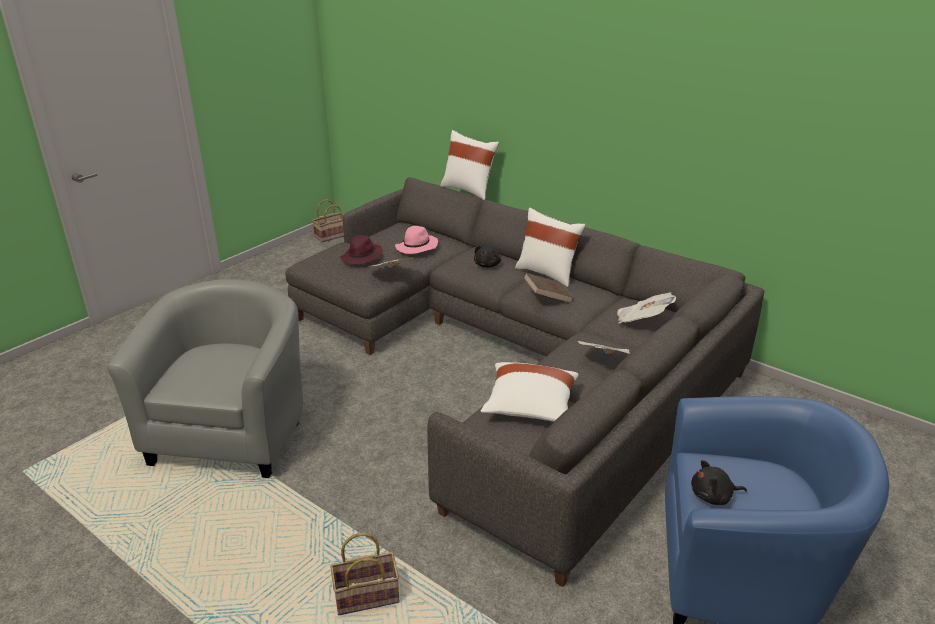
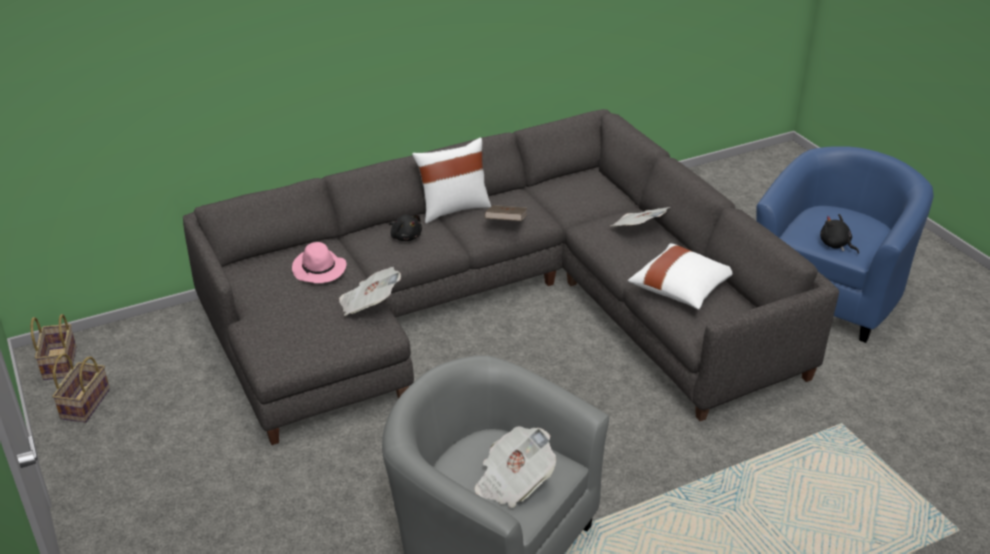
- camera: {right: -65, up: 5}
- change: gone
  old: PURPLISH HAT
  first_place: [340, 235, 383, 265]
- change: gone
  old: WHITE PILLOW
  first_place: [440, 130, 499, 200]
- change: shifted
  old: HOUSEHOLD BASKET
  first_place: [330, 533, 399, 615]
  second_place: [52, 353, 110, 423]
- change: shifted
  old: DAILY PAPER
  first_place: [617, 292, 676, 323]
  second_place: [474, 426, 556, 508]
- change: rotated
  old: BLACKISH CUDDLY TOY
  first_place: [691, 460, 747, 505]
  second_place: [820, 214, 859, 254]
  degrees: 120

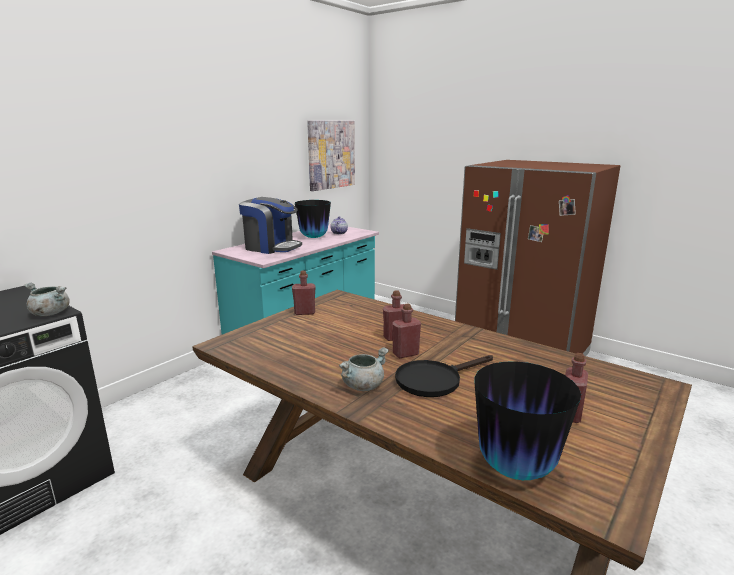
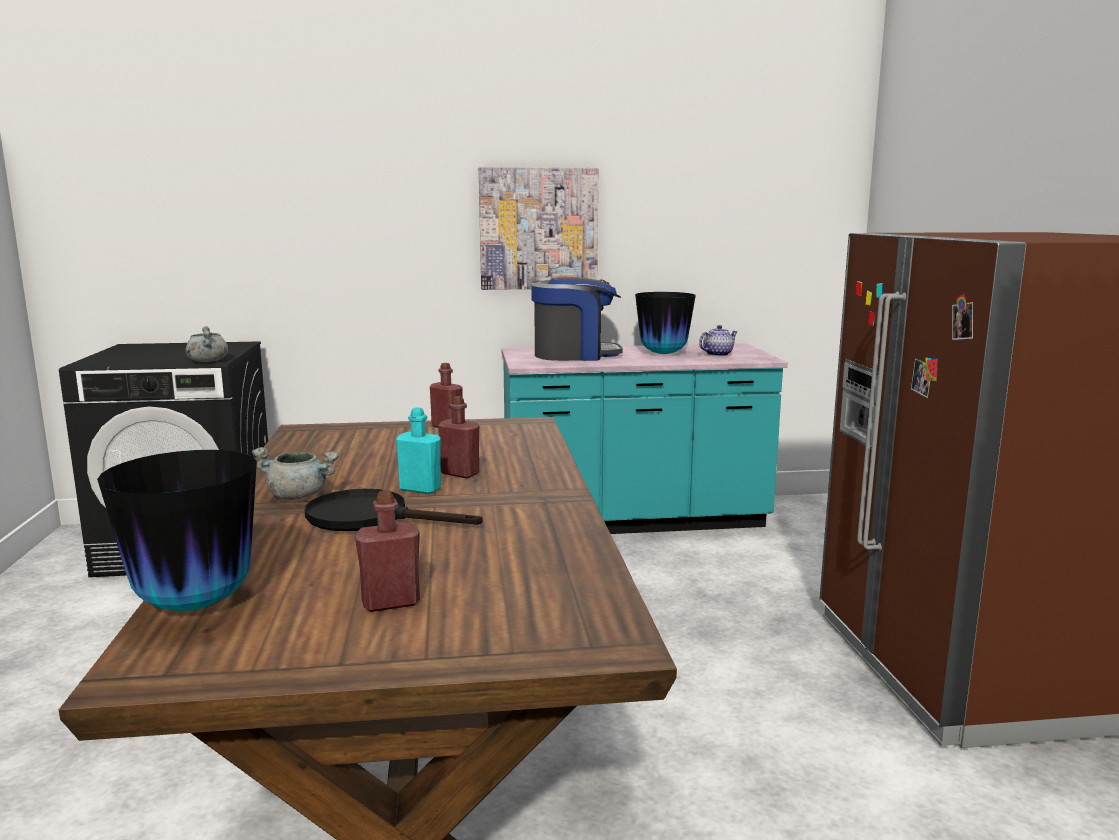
- camera: {right: 45, up: -5}
- change: shifted
  old: WALL ART
  first_place: [307, 120, 355, 191]
  second_place: [479, 167, 598, 290]
- change: repainted
  old: RED DRINK BOTTLE
  new: TURQUOISE DRINK BOTTLE
  first_place: [393, 304, 421, 358]
  second_place: [396, 407, 441, 494]
- change: rotated
  old: COFFEE MACHINE
  first_place: [239, 197, 302, 254]
  second_place: [531, 277, 622, 361]
  degrees: -75

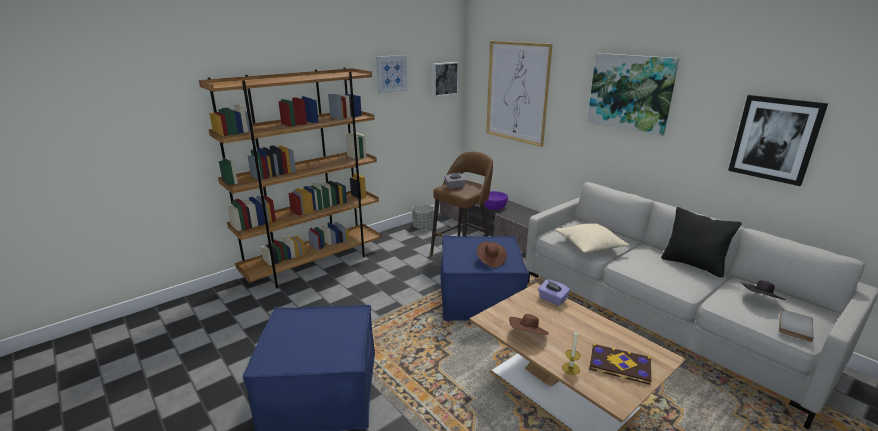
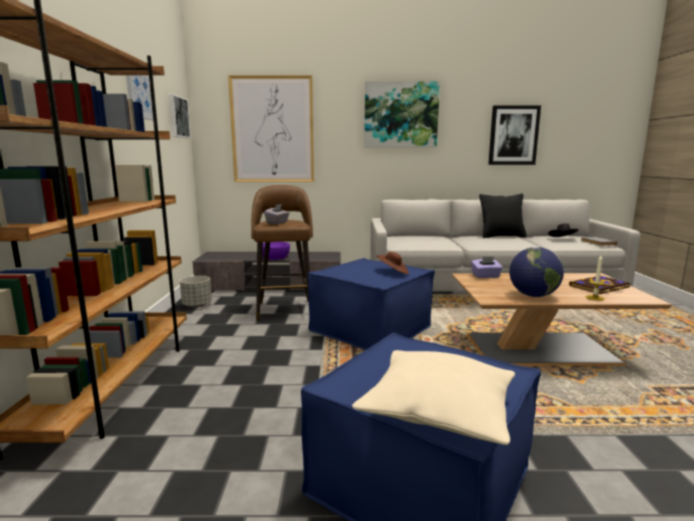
- camera: {right: -50, up: -10}
- change: shifted
  old: SAND-COLOURED PILLOW
  first_place: [555, 223, 629, 253]
  second_place: [352, 350, 515, 445]
- change: swapped
  old: BROWNISH HAT
  new: WORLD GLOBE
  first_place: [509, 314, 549, 335]
  second_place: [509, 247, 564, 297]

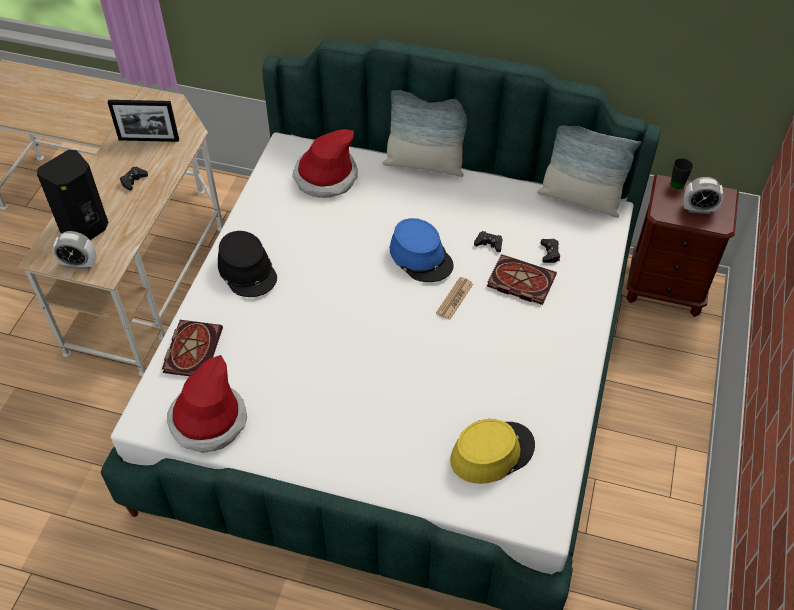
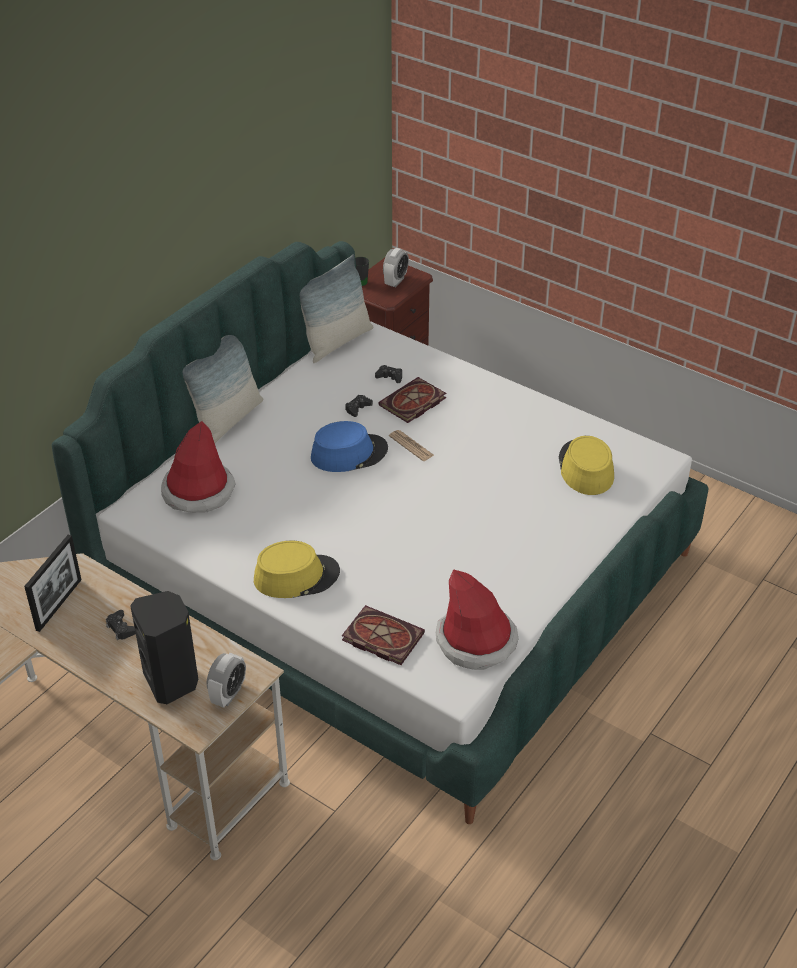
- camera: {right: -70, up: -10}
- change: repainted
  old: BLACKISH HAT
  new: YELLOWISH HAT
  first_place: [218, 231, 277, 297]
  second_place: [254, 541, 340, 598]

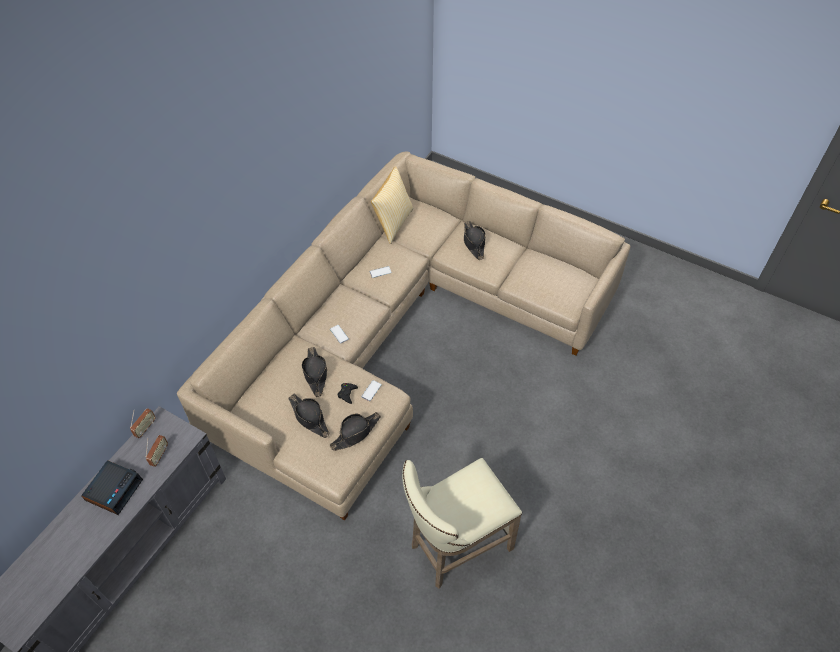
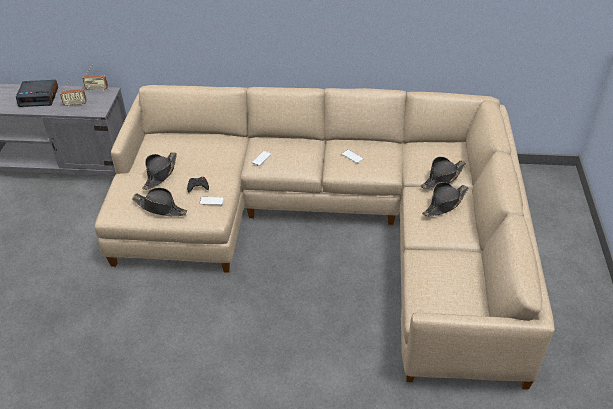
- camera: {right: 65, up: -10}
- change: gone
  old: PILLOW
  first_place: [371, 166, 413, 244]
- change: gone
  old: SAND-COLOURED STOOL
  first_place: [402, 458, 522, 589]
- change: shifted
  old: BLACKISH HAT
  first_place: [302, 347, 328, 397]
  second_place: [420, 157, 466, 189]

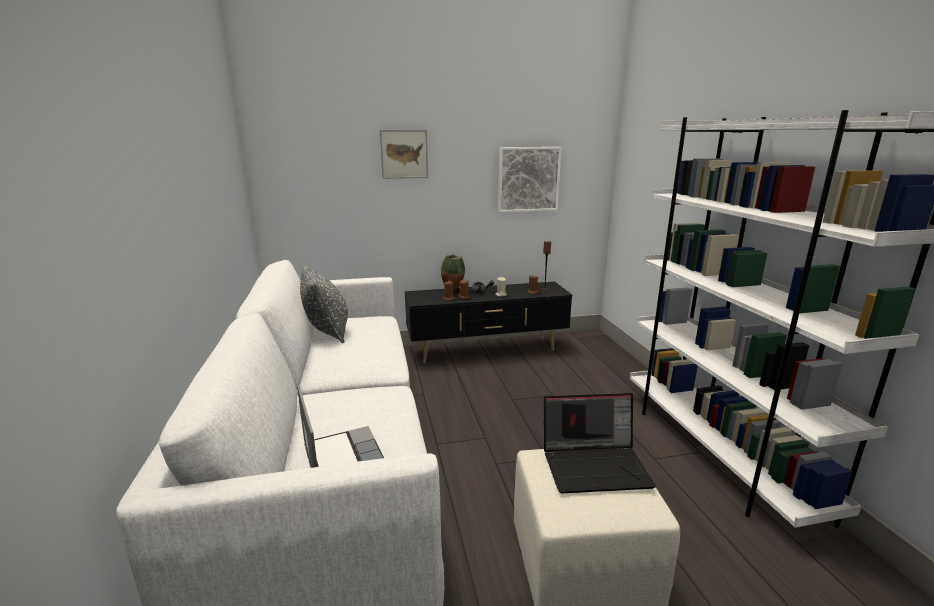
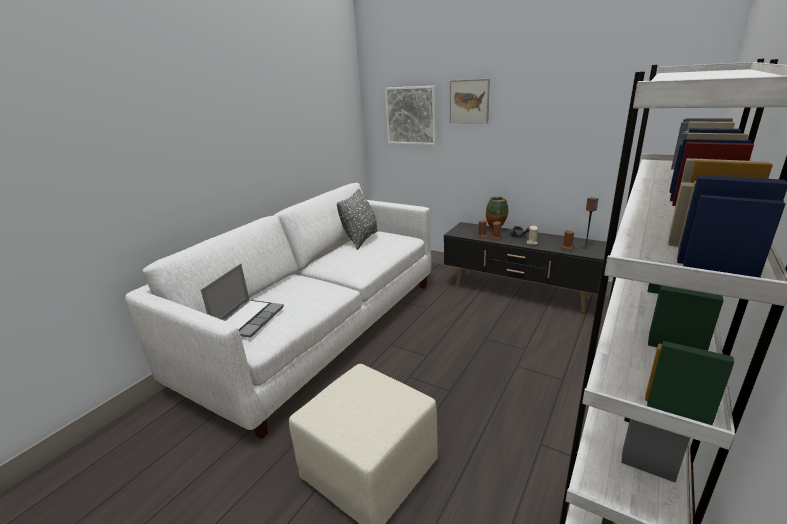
- camera: {right: 45, up: 5}
- change: gone
  old: LAPTOP
  first_place: [544, 393, 656, 493]
- change: shifted
  old: WALL ART
  first_place: [498, 147, 562, 213]
  second_place: [385, 86, 436, 145]

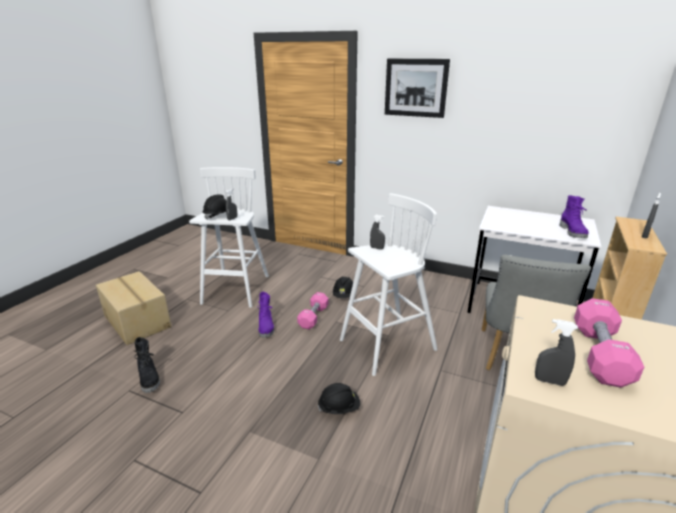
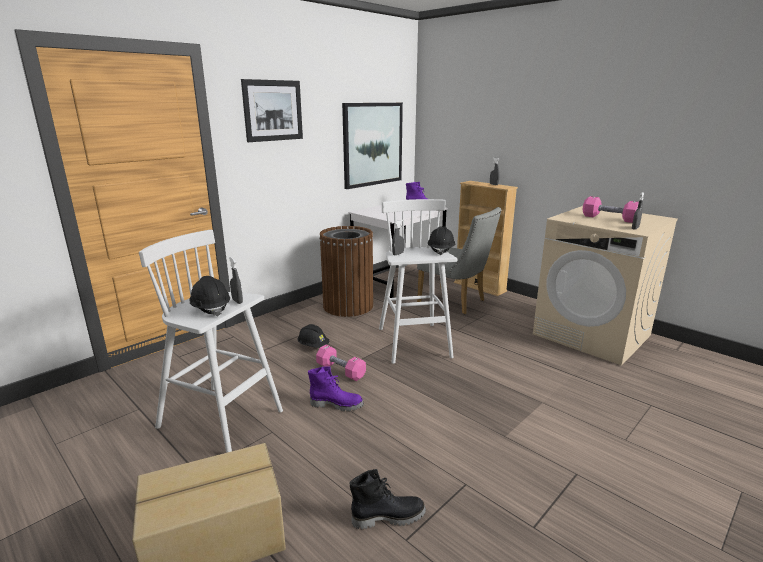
- camera: {right: -70, up: -5}
- change: new
  new: BROWNISH RUBBISH BIN
  second_place: [319, 226, 373, 317]
- change: new
  new: WALL ART
  second_place: [342, 103, 403, 189]
- change: shifted
  old: BLACKISH HARD HAT
  first_place: [318, 383, 360, 414]
  second_place: [428, 226, 455, 256]

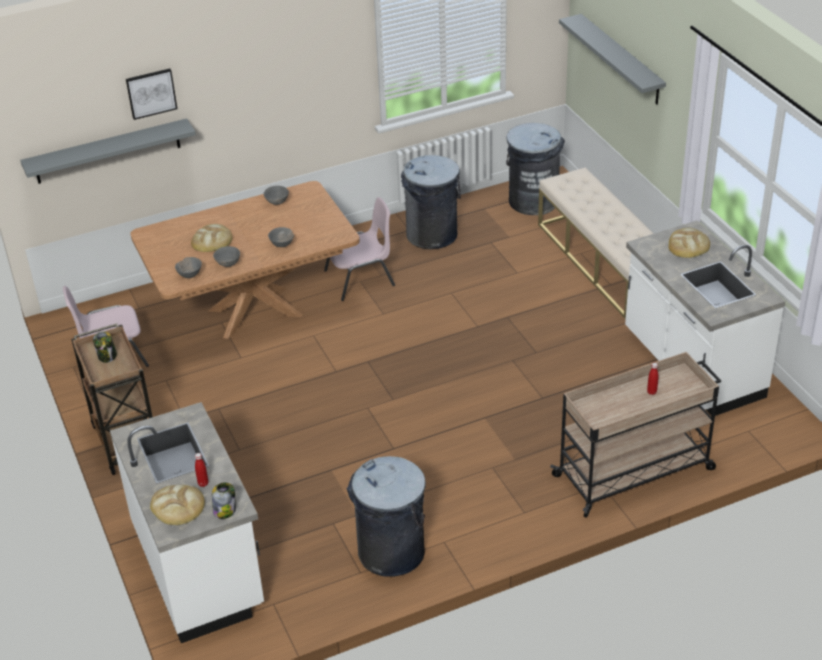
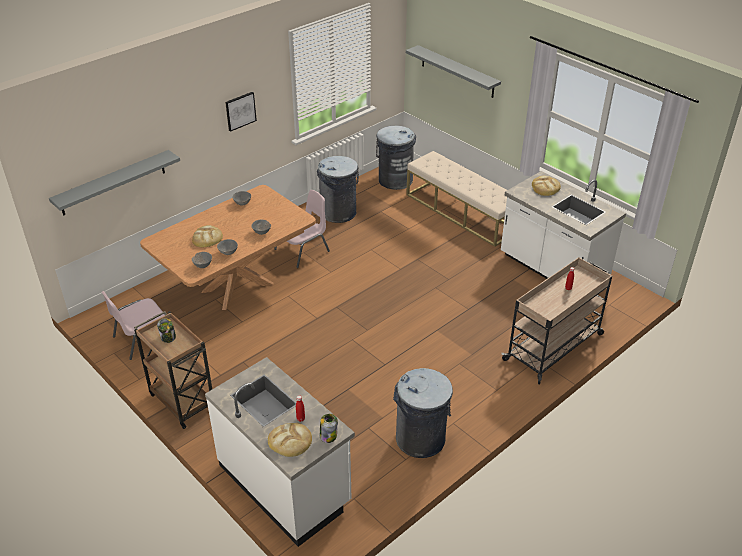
- camera: {right: -20, up: 0}
- change: shifted
  old: WALL ART
  first_place: [126, 69, 178, 120]
  second_place: [225, 92, 257, 132]

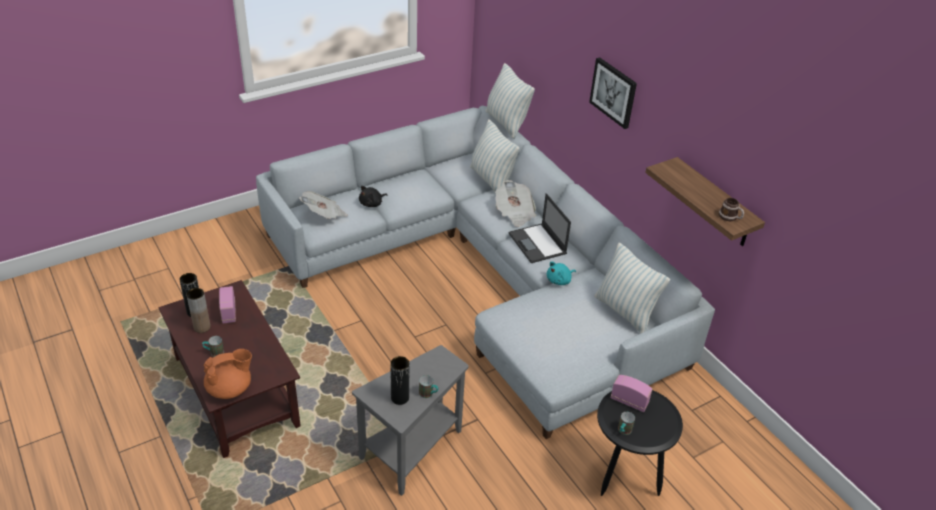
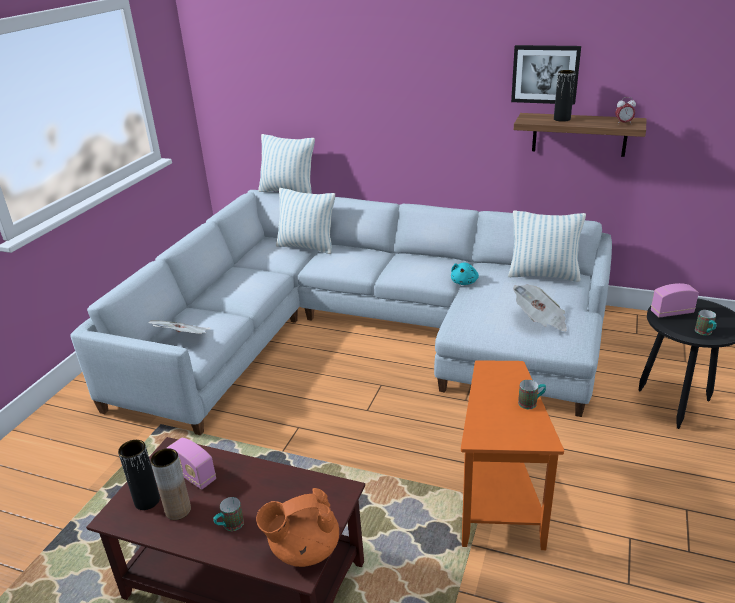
- camera: {right: -35, up: -10}
- change: gone
  old: BLACKISH CUDDLY TOY
  first_place: [359, 186, 388, 207]
- change: gone
  old: LAPTOP
  first_place: [509, 193, 571, 263]
- change: shifted
  old: BLACKISH VASE
  first_place: [390, 356, 409, 405]
  second_place: [554, 70, 576, 122]
- change: shifted
  old: DAILY PAPER
  first_place: [495, 180, 536, 227]
  second_place: [513, 285, 567, 331]
- change: shifted
  old: WALL ART
  first_place: [589, 57, 637, 129]
  second_place: [511, 45, 581, 105]
- change: swapped
  old: TEA MUG
  new: BEDSIDE CLOCK
  first_place: [719, 198, 744, 221]
  second_place: [615, 97, 636, 124]
- change: repainted
  old: GRAY SIDE TABLE
  new: ORANGE SIDE TABLE
  first_place: [352, 345, 469, 496]
  second_place: [461, 360, 564, 550]
- change: rotated
  old: ORANGE TEAPOT
  first_place: [204, 349, 252, 399]
  second_place: [256, 488, 339, 567]
  degrees: -135

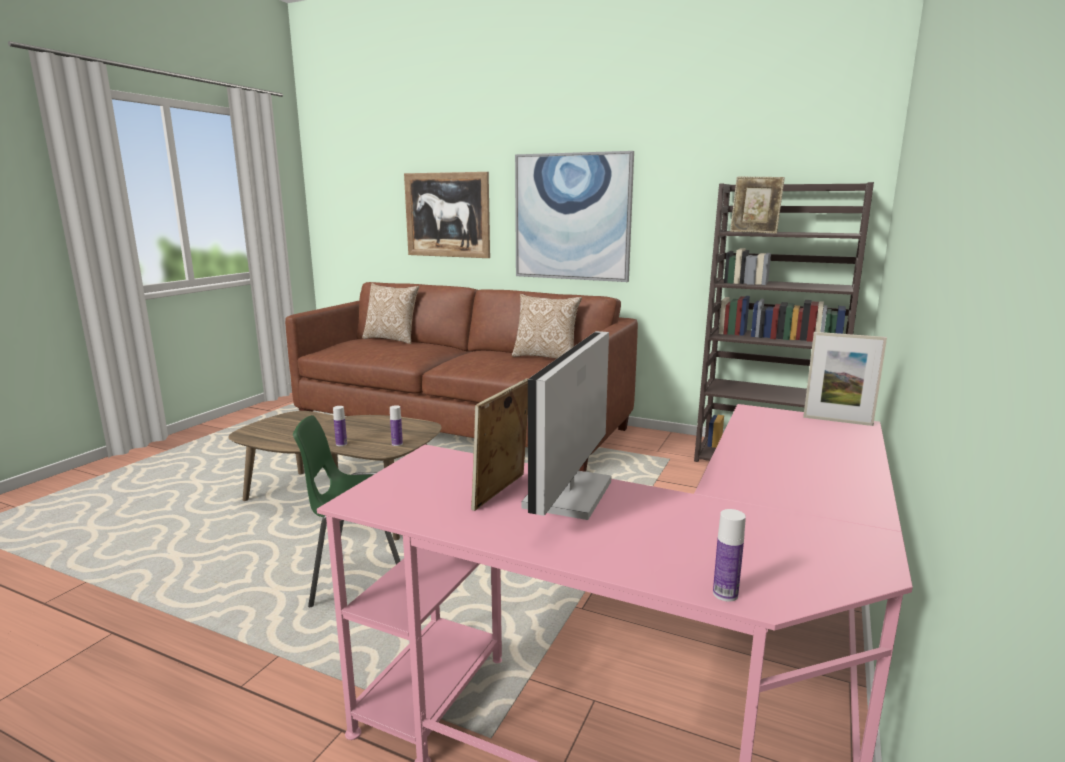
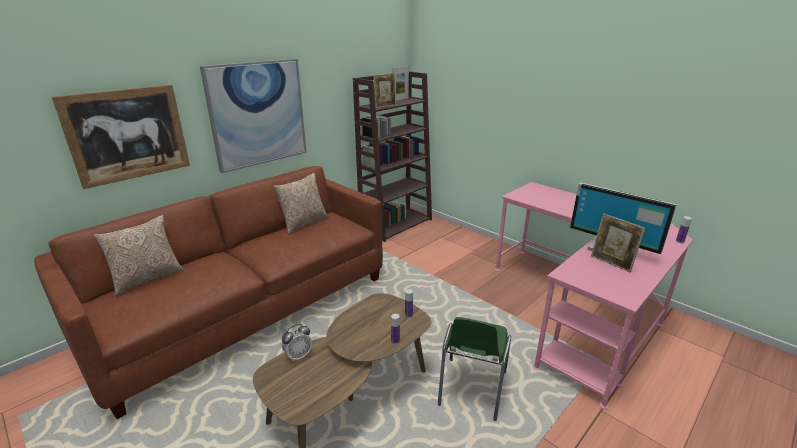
- camera: {right: -70, up: 10}
- change: new
  new: BEDSIDE CLOCK
  second_place: [282, 324, 312, 362]
- change: shifted
  old: PHOTO FRAME
  first_place: [803, 332, 887, 426]
  second_place: [392, 66, 409, 101]

